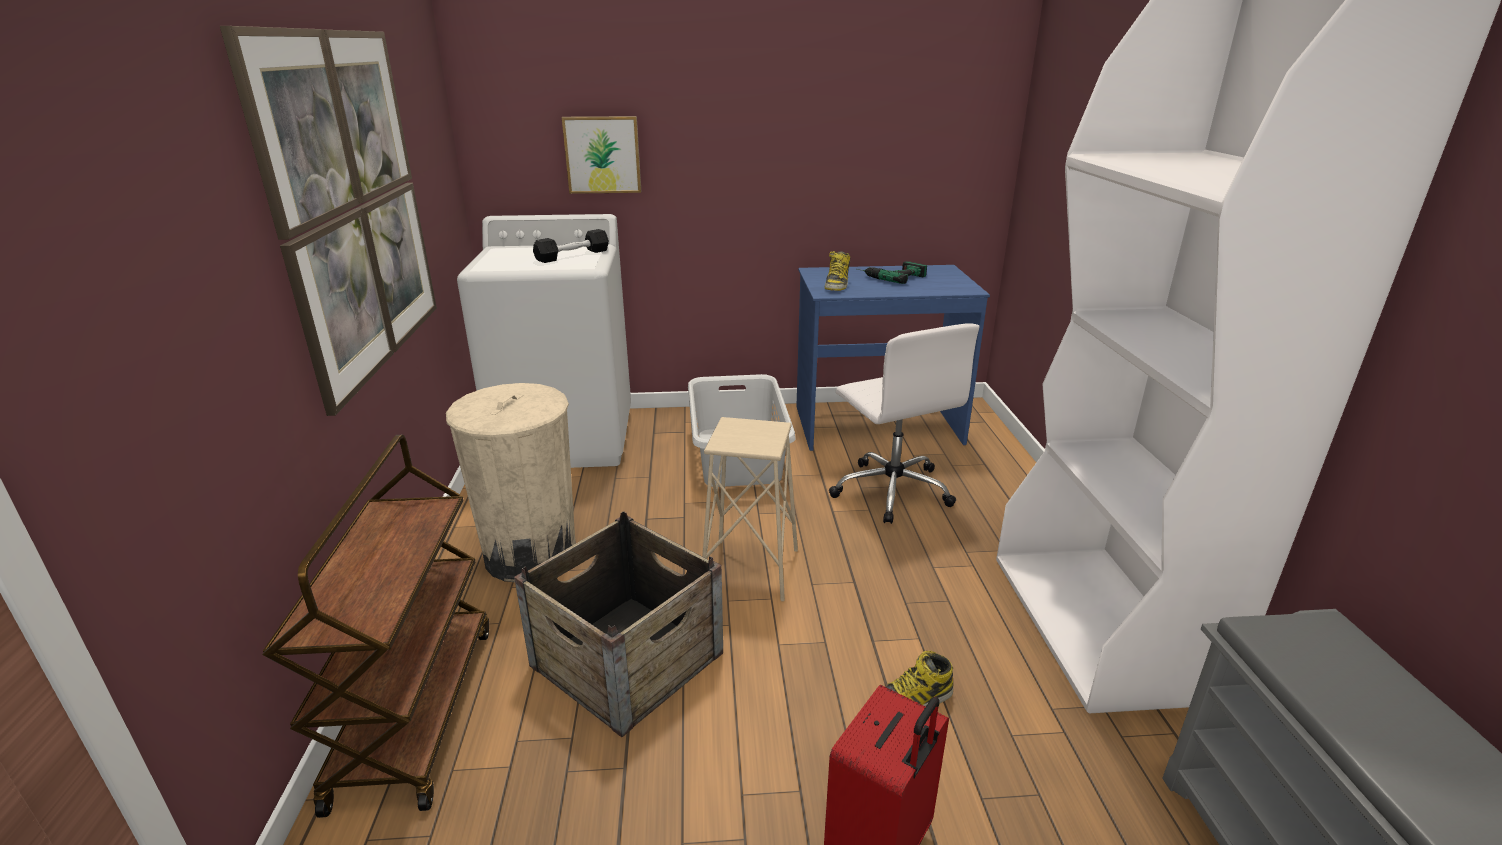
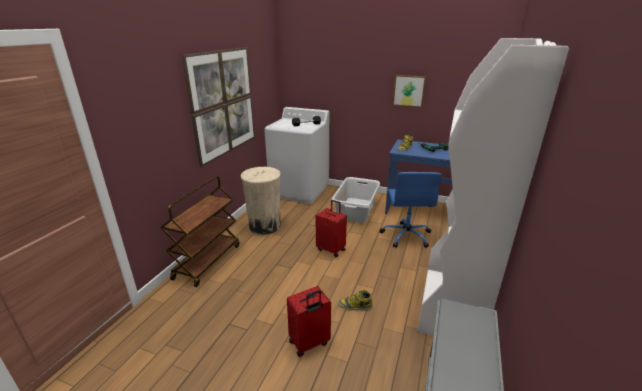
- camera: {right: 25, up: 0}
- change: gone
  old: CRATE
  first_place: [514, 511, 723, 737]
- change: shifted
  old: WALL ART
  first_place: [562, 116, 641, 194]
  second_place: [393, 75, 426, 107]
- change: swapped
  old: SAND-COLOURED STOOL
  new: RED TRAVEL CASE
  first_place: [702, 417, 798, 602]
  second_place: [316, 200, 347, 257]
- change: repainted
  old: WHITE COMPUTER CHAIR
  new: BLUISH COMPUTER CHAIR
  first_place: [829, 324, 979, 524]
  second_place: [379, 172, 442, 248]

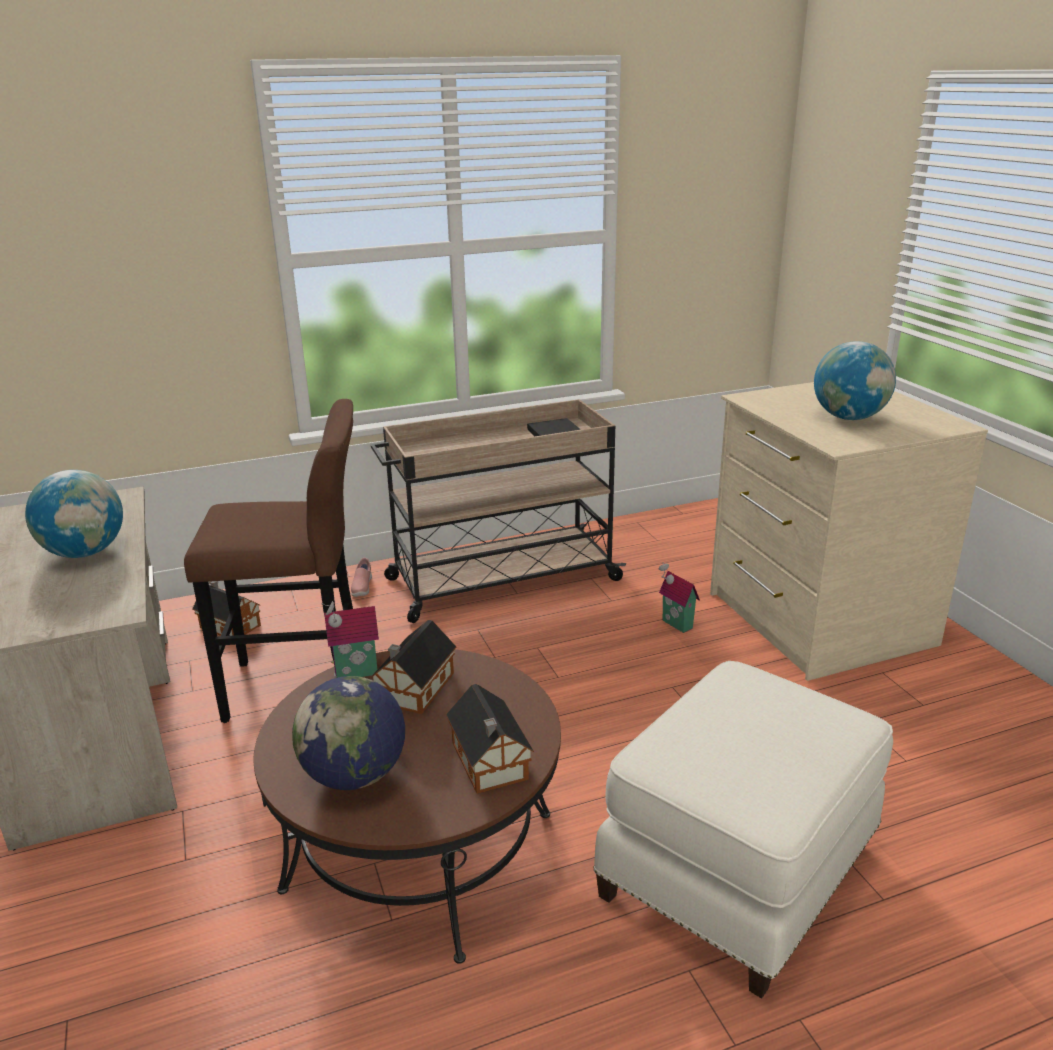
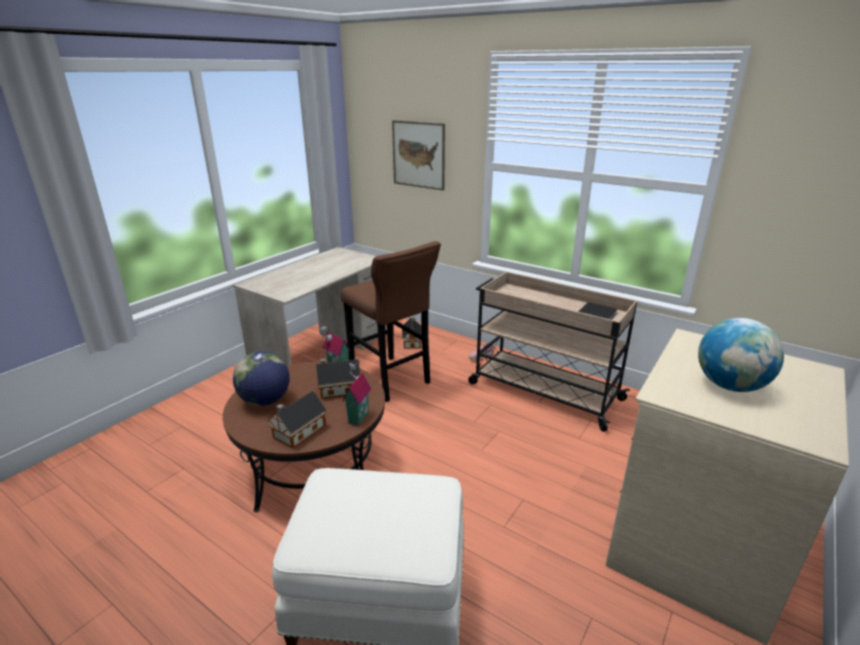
- camera: {right: 55, up: 0}
- change: gone
  old: WORLD GLOBE
  first_place: [25, 470, 123, 558]
- change: new
  new: WALL ART
  second_place: [392, 120, 445, 190]
- change: shifted
  old: TOY HOUSE
  first_place: [659, 562, 700, 633]
  second_place: [342, 363, 371, 425]

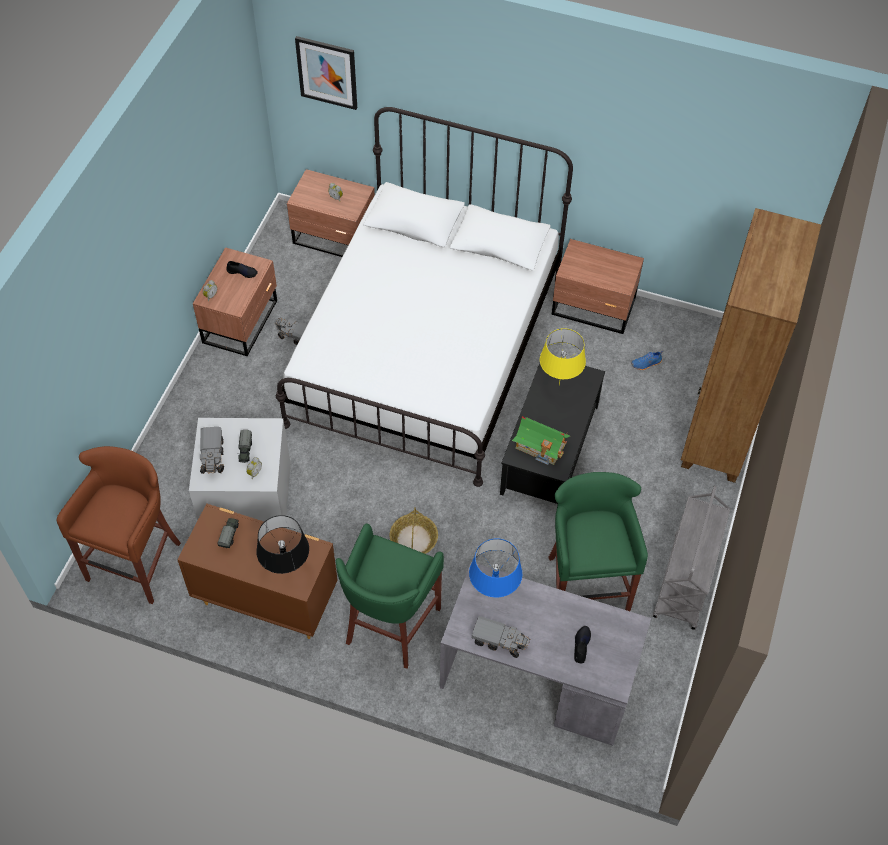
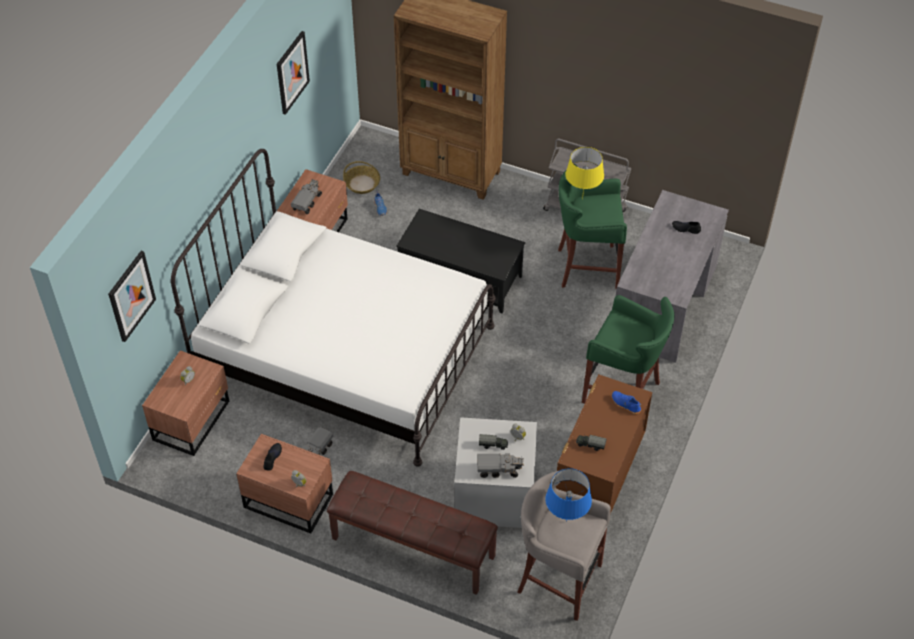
- camera: {right: -85, up: -5}
- change: gone
  old: TOY HOUSE
  first_place: [512, 416, 570, 465]
- change: new
  new: WALL ART
  second_place: [277, 31, 310, 115]
- change: new
  new: BROWNISH BENCH
  second_place: [327, 471, 498, 595]
- change: shifted
  old: HOUSEHOLD BASKET
  first_place: [390, 507, 438, 554]
  second_place: [343, 161, 380, 194]
- change: shifted
  old: BLUISH TABLE LAMP
  first_place: [469, 538, 522, 597]
  second_place: [546, 468, 592, 522]
- change: shifted
  old: TOY LORRY
  first_place: [472, 616, 530, 658]
  second_place: [291, 179, 322, 214]
- change: shifted
  old: YELLOWISH TABLE LAMP
  first_place: [540, 328, 586, 385]
  second_place: [565, 147, 604, 200]
- change: swapped
  old: BLACKISH TABLE LAMP
  new: BLUISH ITEM OF FOOTWEAR
  first_place: [256, 515, 309, 574]
  second_place: [612, 391, 641, 414]
- change: repainted
  old: BROWNISH STOOL
  new: GRAY STOOL
  first_place: [57, 446, 181, 604]
  second_place: [517, 471, 611, 621]

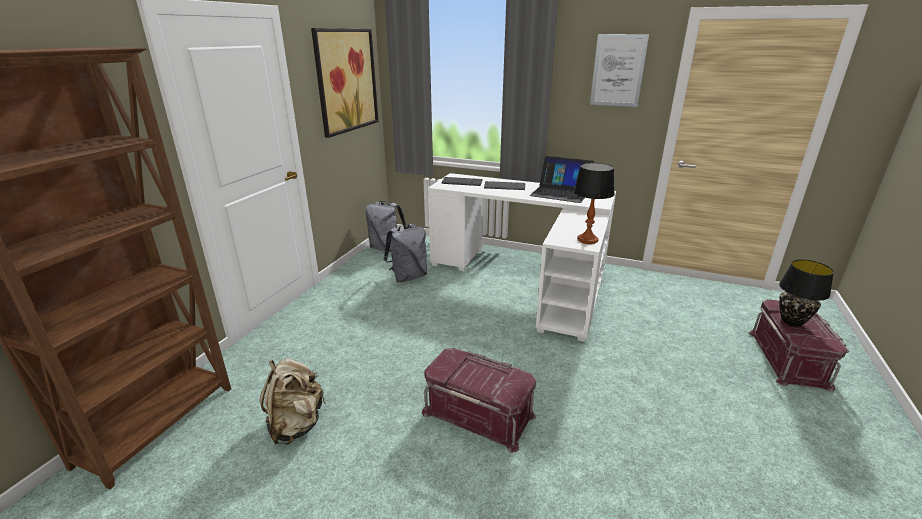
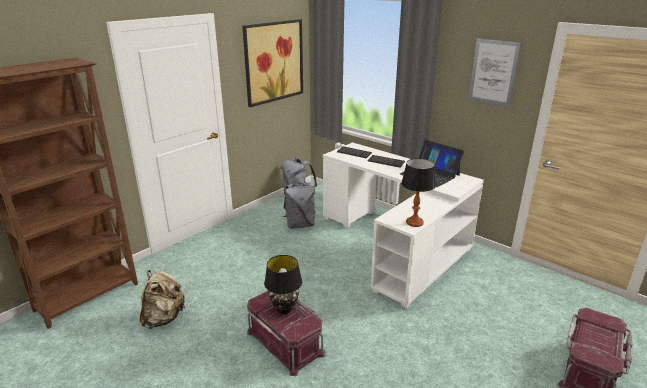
- camera: {right: 20, up: 0}
- change: shifted
  old: BLACKISH TABLE LAMP
  first_place: [779, 259, 834, 327]
  second_place: [264, 255, 302, 314]

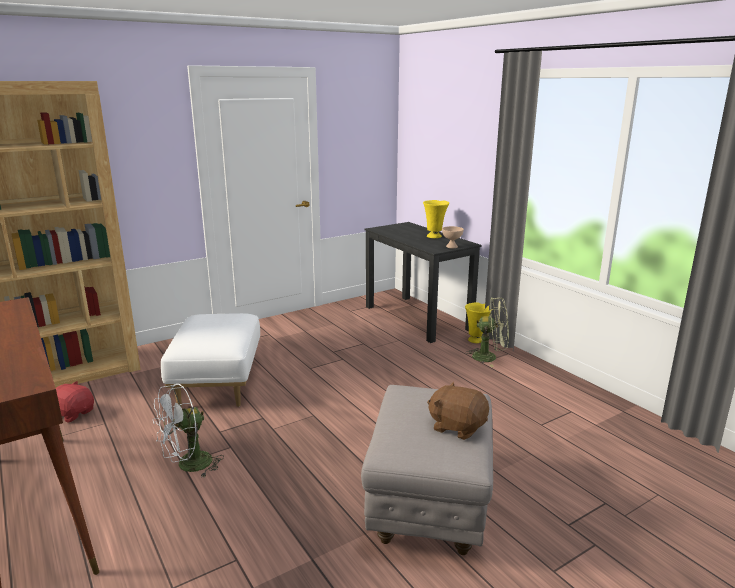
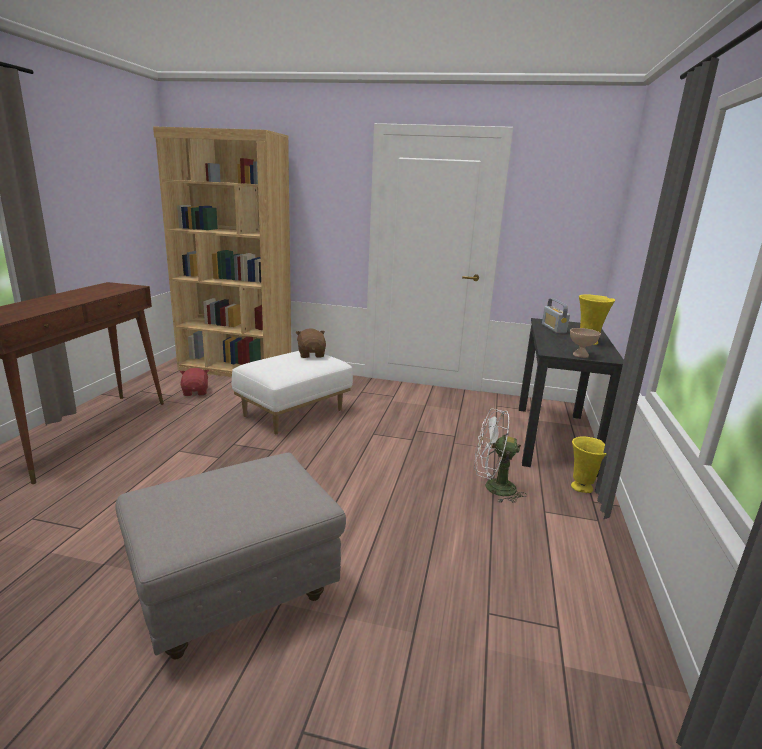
- camera: {right: 45, up: 0}
- change: gone
  old: GREEN ELECTRIC FAN
  first_place: [465, 297, 509, 367]
- change: new
  new: RADIO
  second_place: [542, 299, 570, 333]
- change: shifted
  old: WHITE ELECTRIC FAN
  first_place: [153, 384, 224, 477]
  second_place: [474, 408, 527, 503]
- change: shifted
  old: BROWNISH CUDDLY TOY
  first_place: [427, 382, 489, 440]
  second_place: [295, 328, 326, 358]

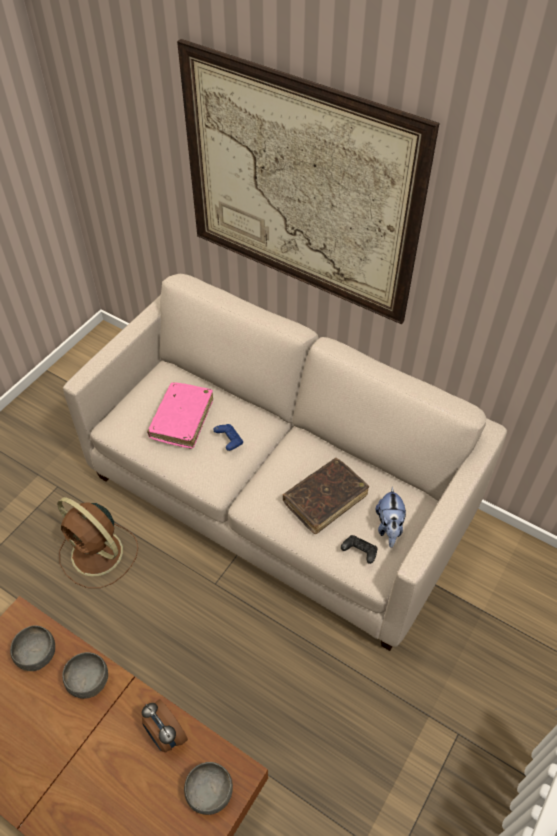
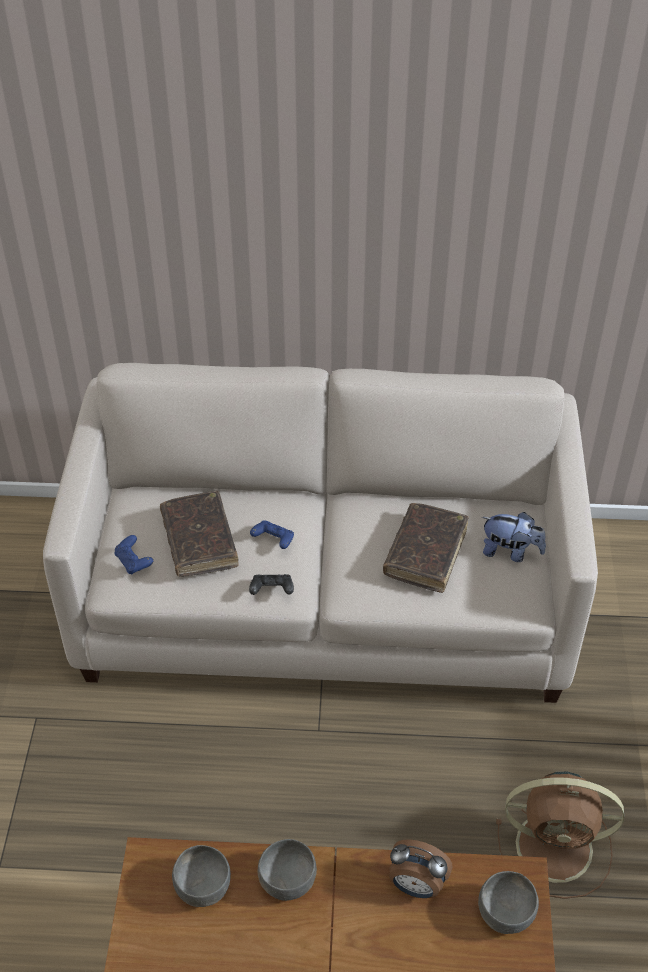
- camera: {right: -30, up: -5}
- change: gone
  old: WALL ART
  first_place: [177, 39, 440, 324]
- change: new
  new: BLUISH GAMEPAD
  second_place: [114, 535, 153, 574]
- change: shifted
  old: BROWNISH ELECTRIC FAN
  first_place: [57, 497, 138, 588]
  second_place: [496, 772, 624, 899]
- change: shifted
  old: BLACKISH GAMEPAD
  first_place: [341, 535, 377, 564]
  second_place: [249, 574, 294, 595]
- change: repainted
  old: PINK VOLUME
  new: BROWNISH VOLUME
  first_place: [147, 382, 213, 449]
  second_place: [160, 491, 239, 577]
- change: rotated
  old: CUDDLY TOY
  first_place: [375, 487, 406, 548]
  second_place: [482, 512, 546, 562]
  degrees: -45

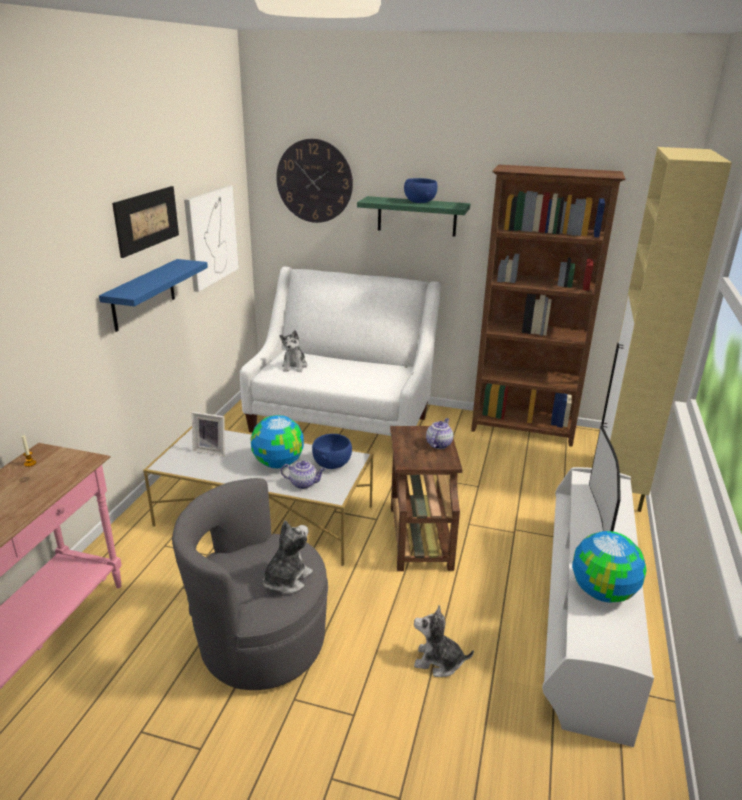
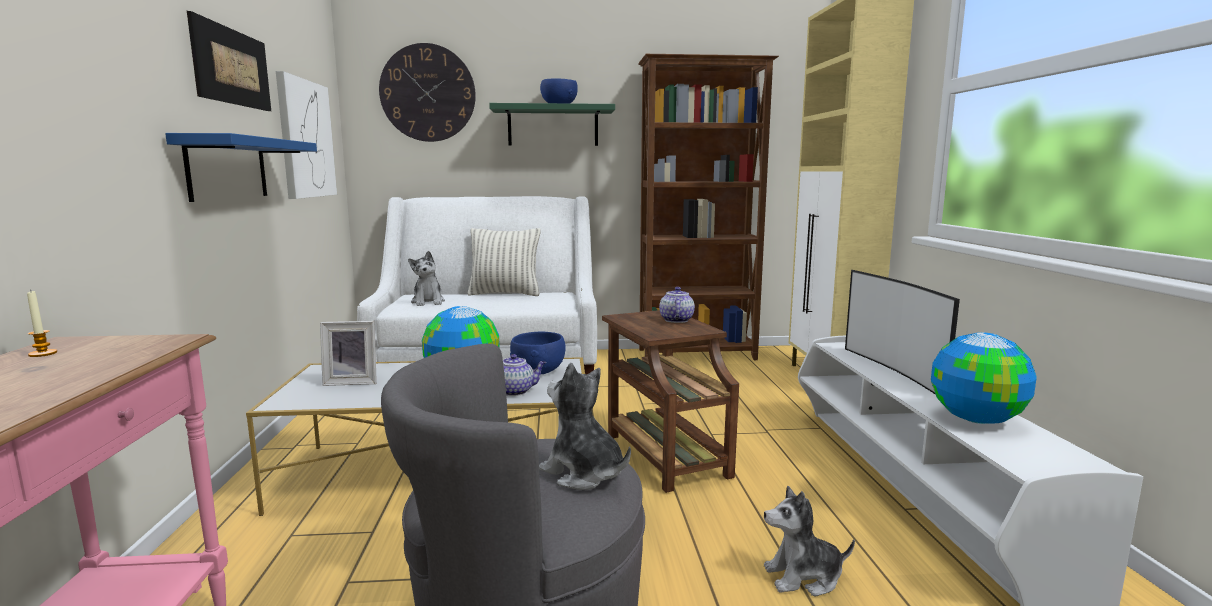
- camera: {right: -20, up: -15}
- change: new
  new: PILLOW
  second_place: [468, 228, 541, 296]
- change: rotated
  old: CUDDLY TOY
  first_place: [262, 520, 313, 594]
  second_place: [539, 363, 631, 490]
  degrees: -60

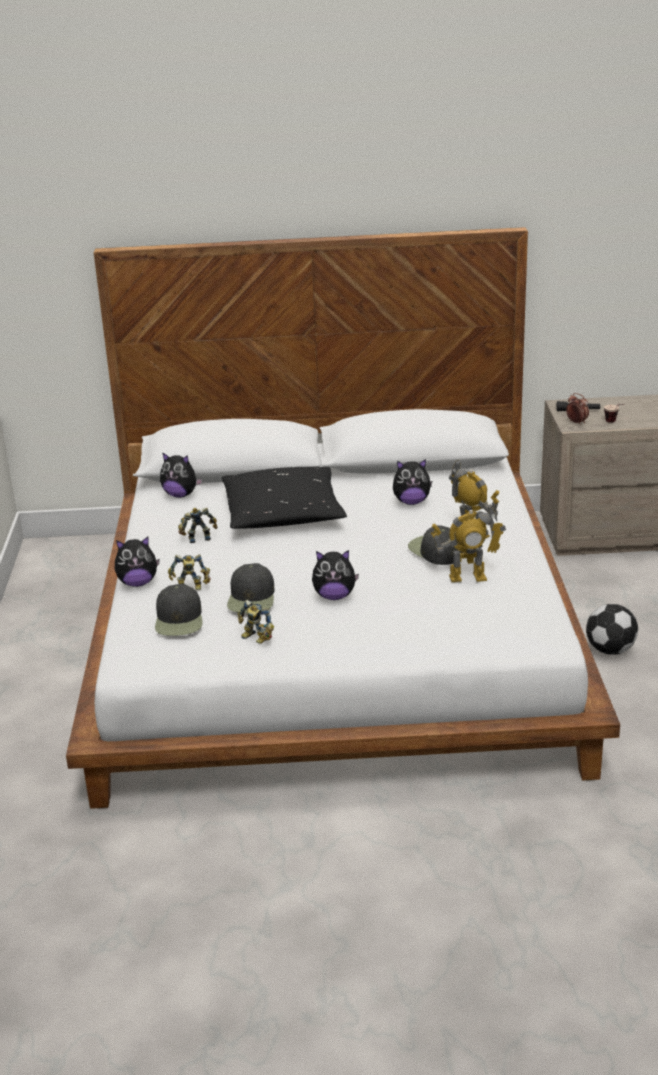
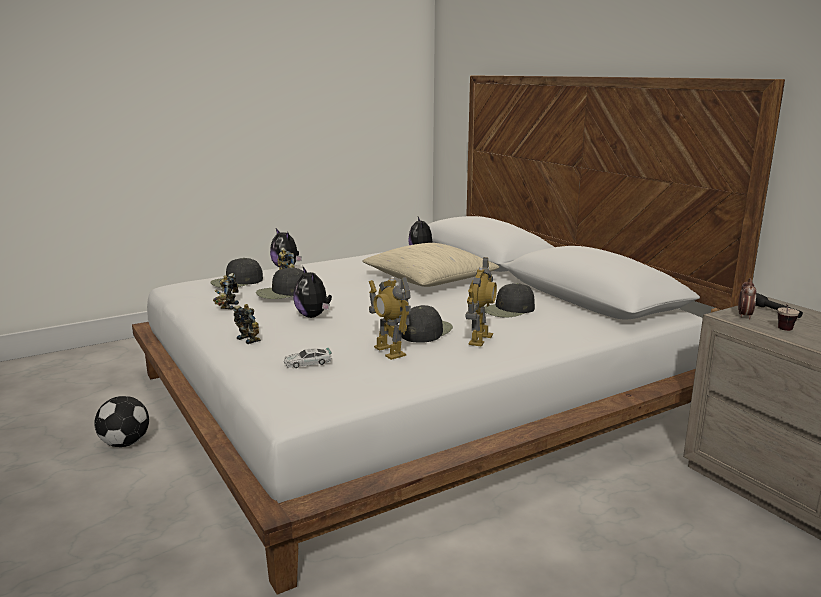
- camera: {right: 60, up: -10}
- change: new
  new: MODEL CAR
  second_place: [284, 348, 332, 368]
- change: shifted
  old: ROBOT FIGURE
  first_place: [178, 507, 217, 543]
  second_place: [233, 304, 261, 344]
- change: shifted
  old: FOOTBALL BALL
  first_place: [586, 604, 638, 655]
  second_place: [94, 396, 149, 447]
- change: swapped
  old: CUDDLY TOY
  new: BLACKISH PEAKED CAP
  first_place: [393, 459, 432, 505]
  second_place: [483, 283, 535, 318]
- change: repainted
  old: BLACKISH PILLOW
  new: SAND-COLOURED PILLOW
  first_place: [222, 467, 347, 529]
  second_place: [362, 243, 499, 287]

